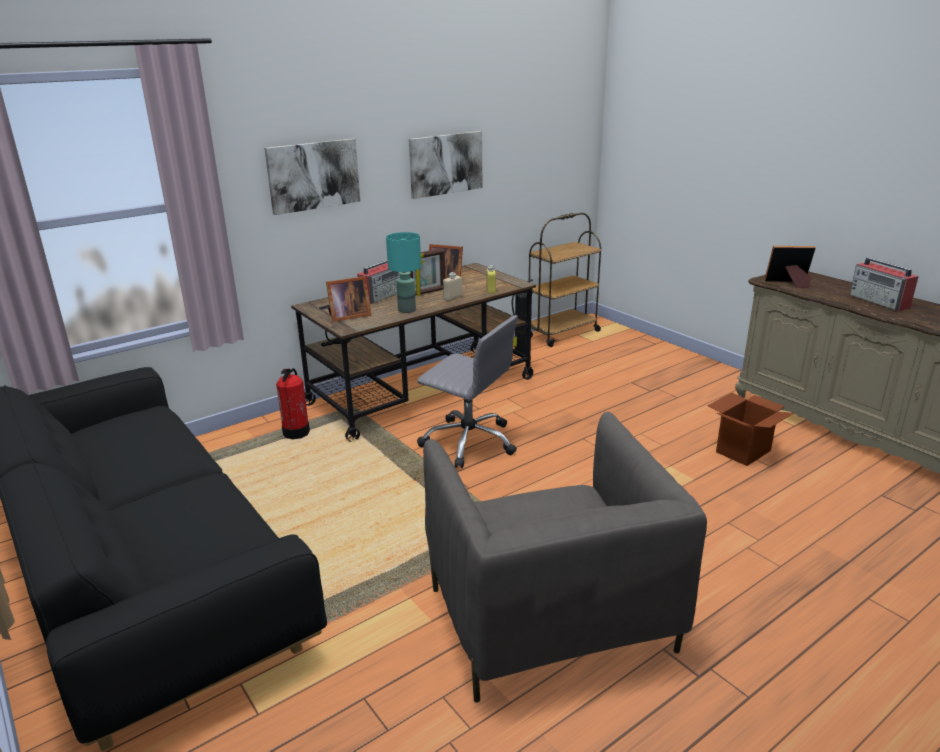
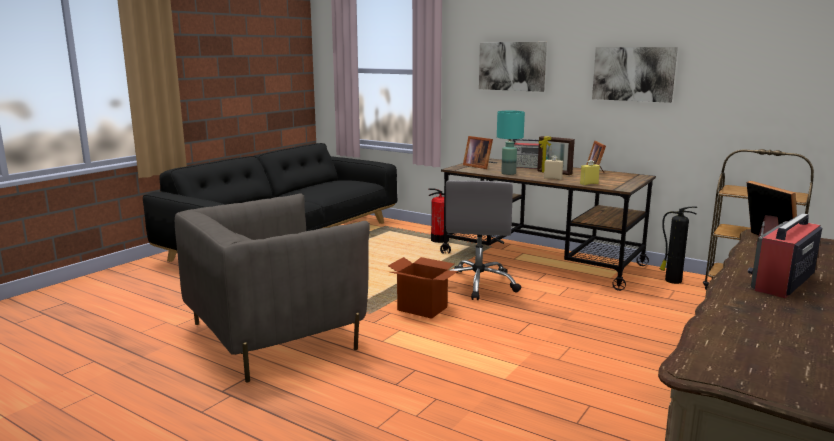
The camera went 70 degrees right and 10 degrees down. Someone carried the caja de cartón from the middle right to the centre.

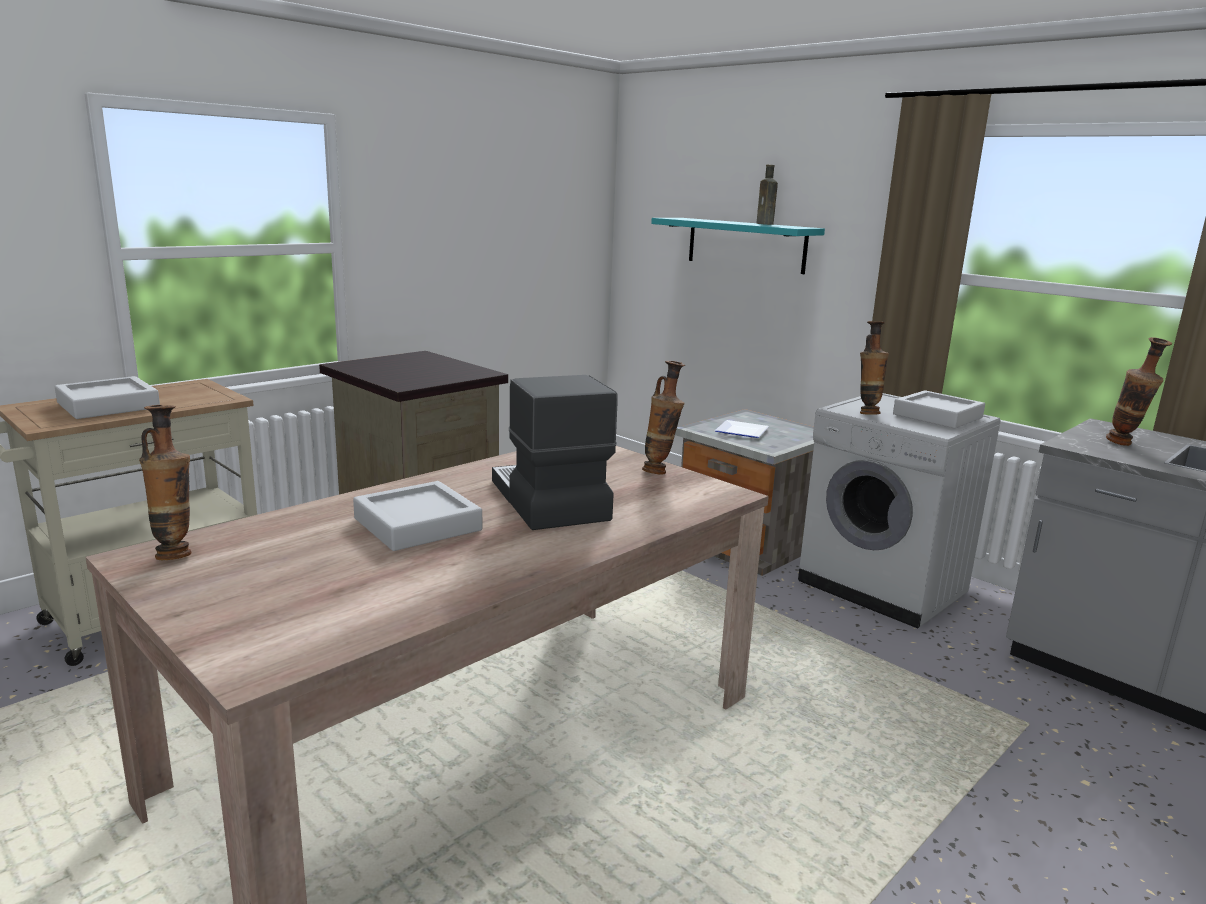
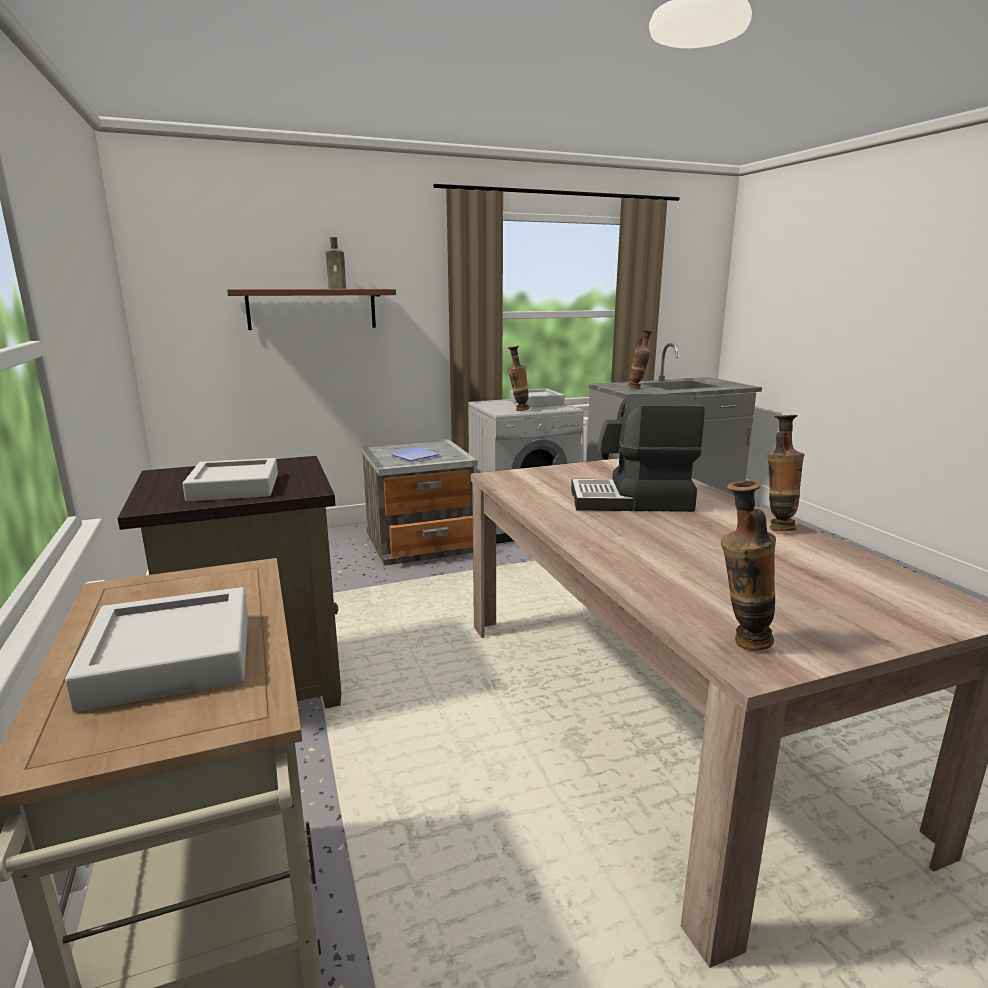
The camera went 65 degrees left and 0 degrees up. Someone carried the bandeja [gris] (no. 2 from left) from the centre to the middle left. Someone carried the florero (no. 2 from left in the first image) from the centre to the middle right. Someone repainted the estante [turquesa] at the top centre, which became the estante [marrón] at the top left.

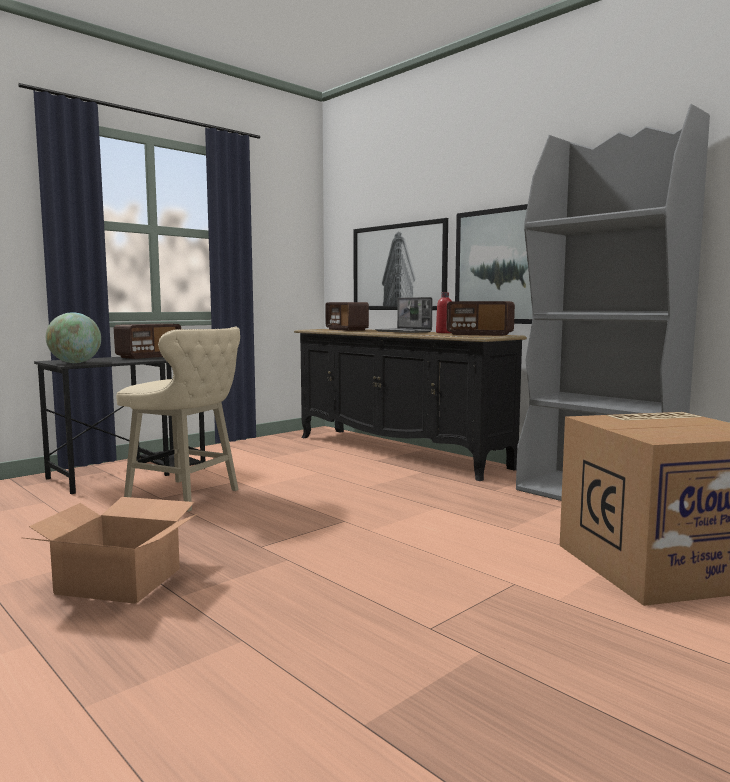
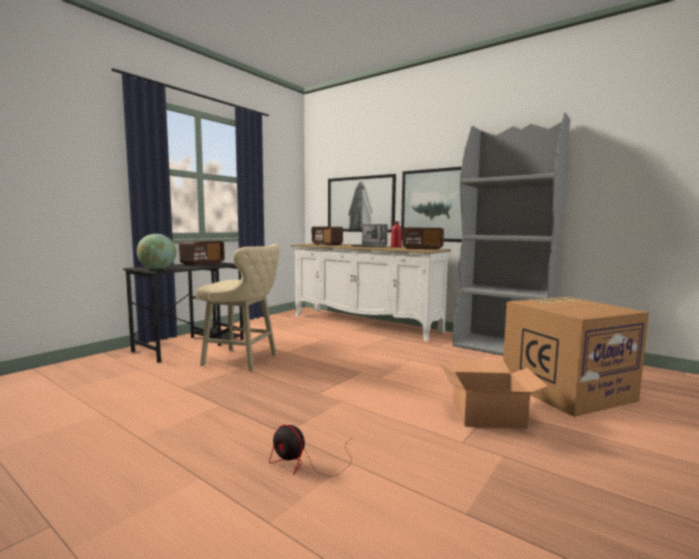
The camera went 10 degrees left and 0 degrees up. Someone carried the caja de cartón (no. 1 from left) from the bottom left to the bottom right. Someone repainted the armario [negro] at the centre, which became the armario [blanco] at the centre. Someone put down the ventilador at the bottom centre.

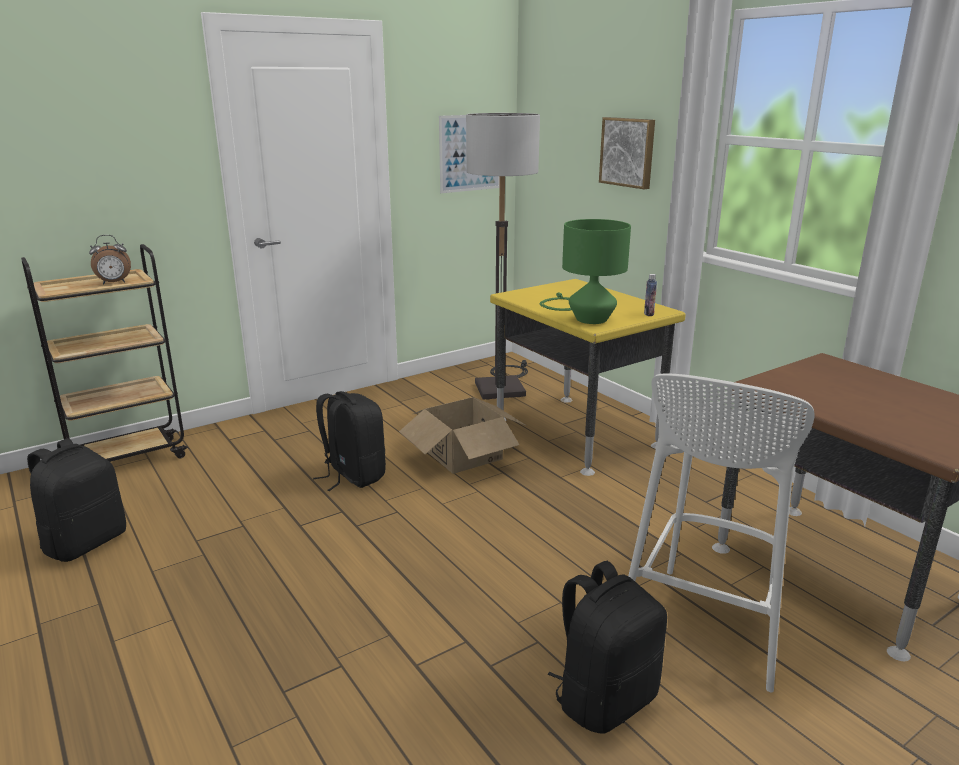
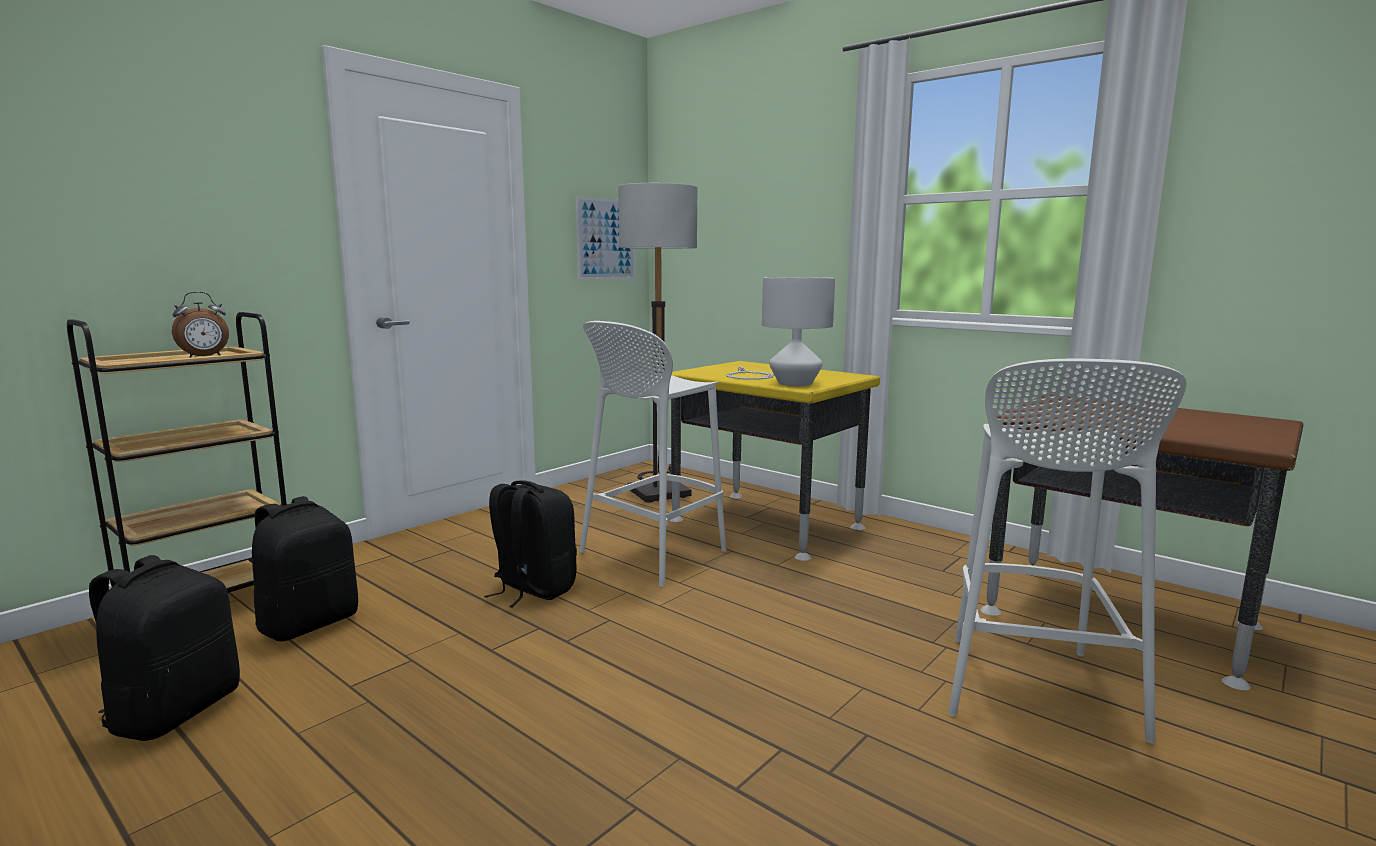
The camera went 15 degrees left and 10 degrees down. Someone swapped the caja de cartón at the centre for the taburete [blanco] (no. 1 from left) at the centre. Someone repainted the lámpara de mesa [verde] at the centre, which became the lámpara de mesa [blanco] at the centre. Someone carried the mochila [negro] (no. 3 from left in the first image) from the bottom centre to the bottom left. Someone took away the cuadro (no. 2 from left) at the top centre. Someone took away the botella at the middle right.

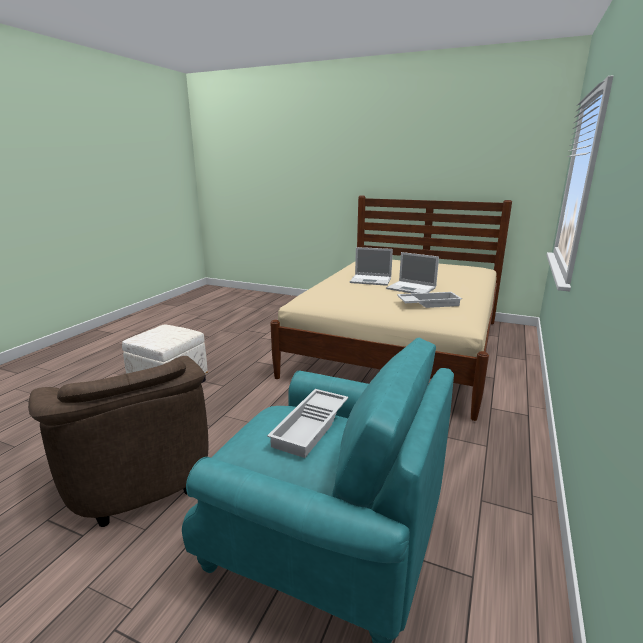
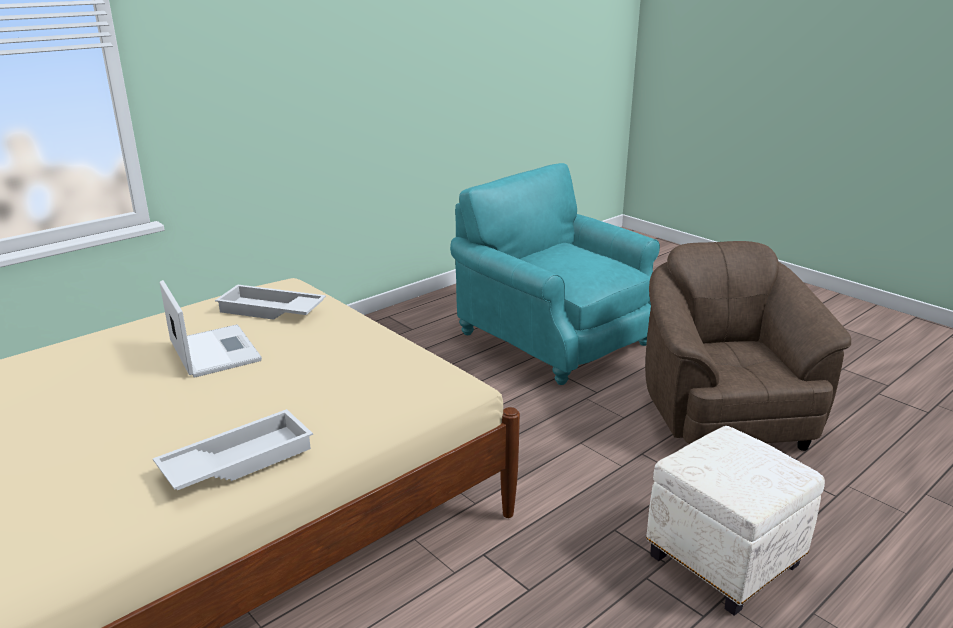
The camera went 155 degrees left and 5 degrees up. Someone carried the bandeja [blanco] (no. 1 from left) from the centre to the bottom left. Someone took away the portátil (no. 1 from left) at the centre.

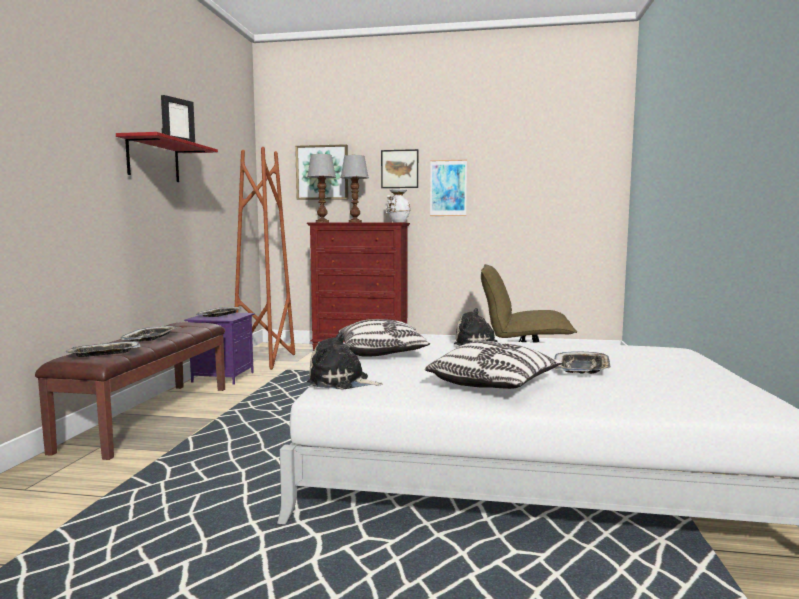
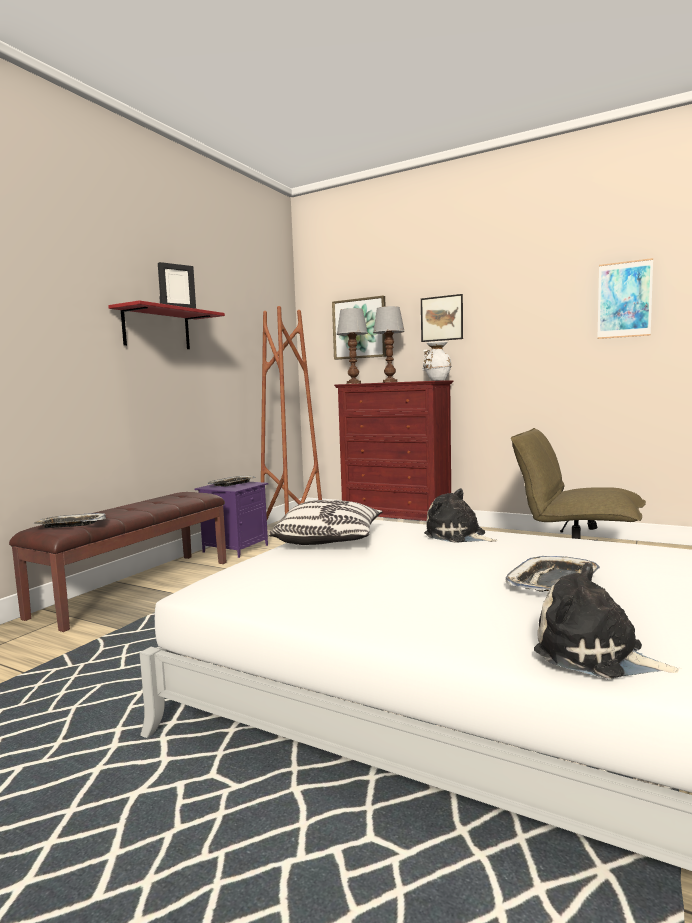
The camera went 20 degrees right and 0 degrees up. Someone took away the bandeja (no. 2 from left) at the middle left. Someone carried the peluche (no. 1 from left in the first image) from the centre to the bottom right. Someone took away the cojín (no. 2 from left) at the centre. Someone carried the cuadro (no. 3 from left) from the top centre to the top right.

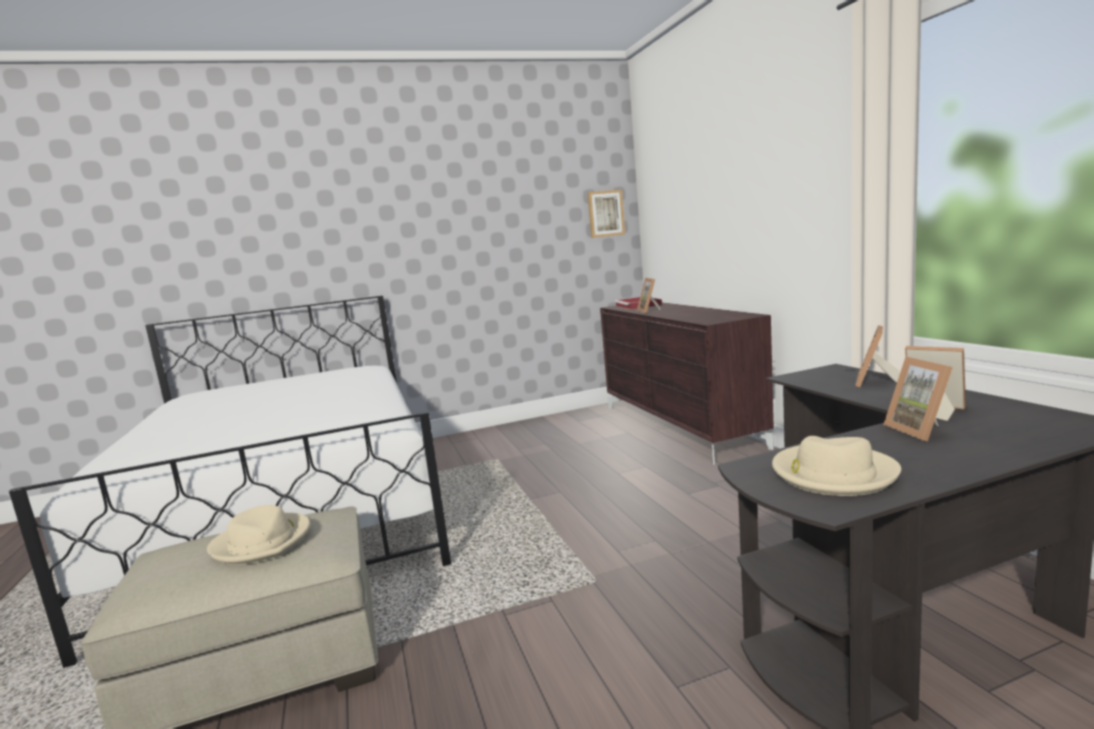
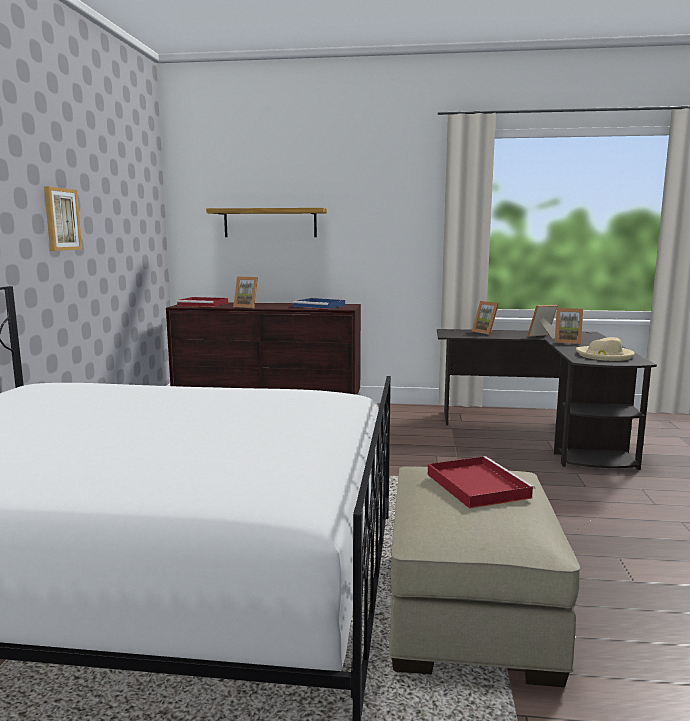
The camera went 65 degrees left and 0 degrees up. Someone swapped the sombrero [beis] (no. 1 from left) at the bottom left for the bandeja [rojo] (no. 2 from left) at the bottom right. Someone carried the cuadro from the top centre to the top left. Someone put up the estante at the top centre. Someone put down the bandeja [azul] at the centre.

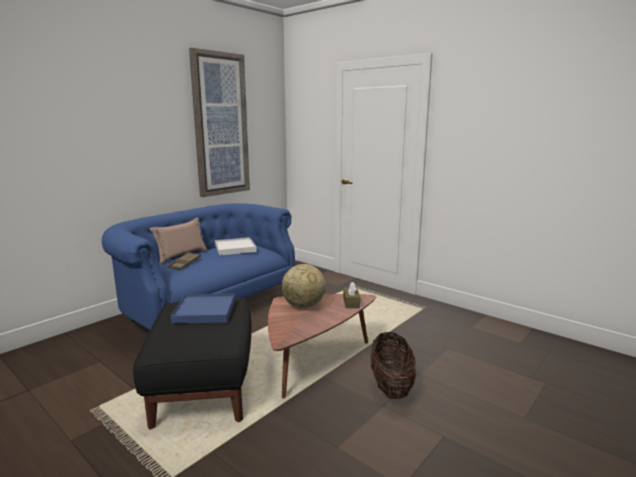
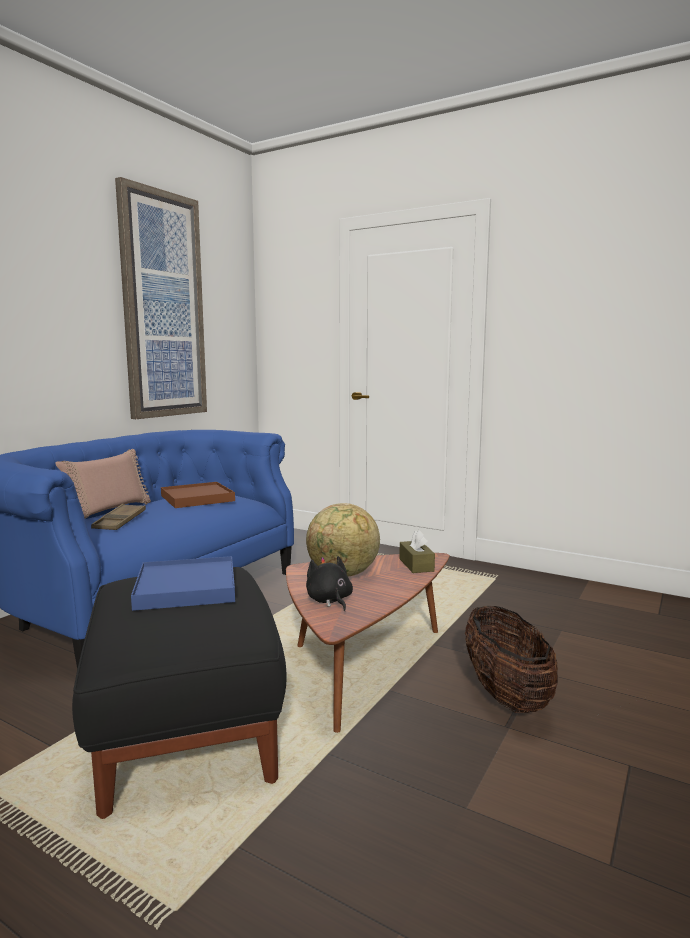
The camera went 10 degrees left and 5 degrees down. Someone repainted the bandeja [blanco] at the centre, which became the bandeja [marrón] (no. 2 from left) at the middle left. Someone put down the peluche [negro] at the centre.

